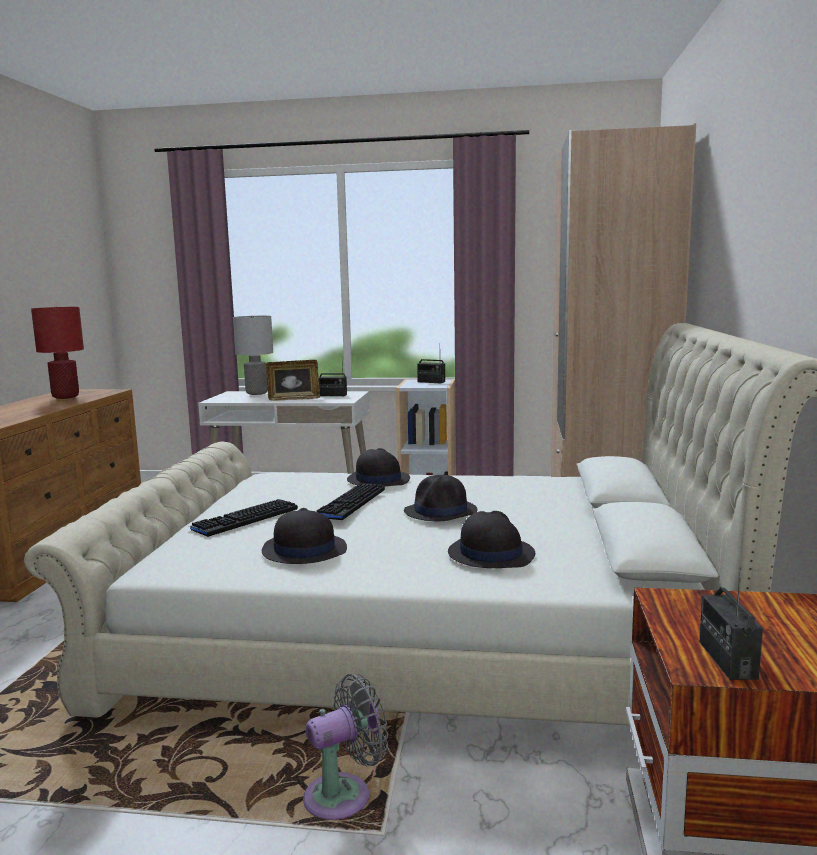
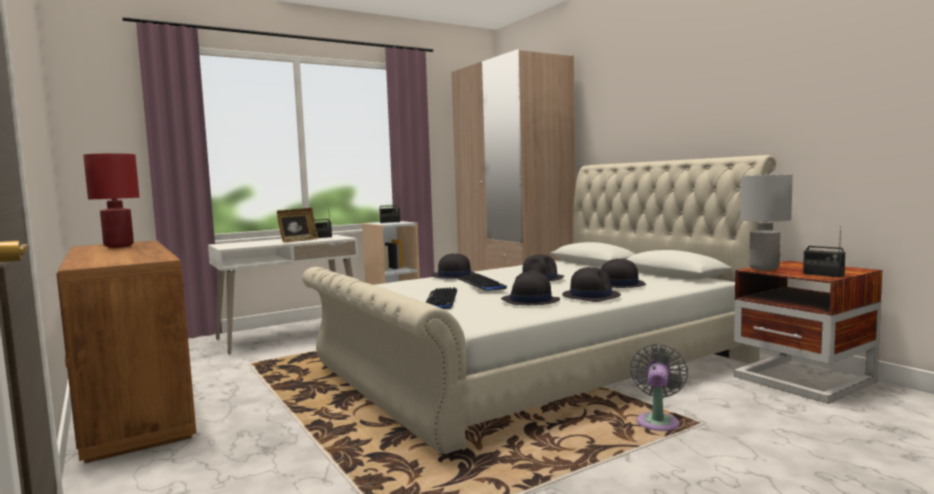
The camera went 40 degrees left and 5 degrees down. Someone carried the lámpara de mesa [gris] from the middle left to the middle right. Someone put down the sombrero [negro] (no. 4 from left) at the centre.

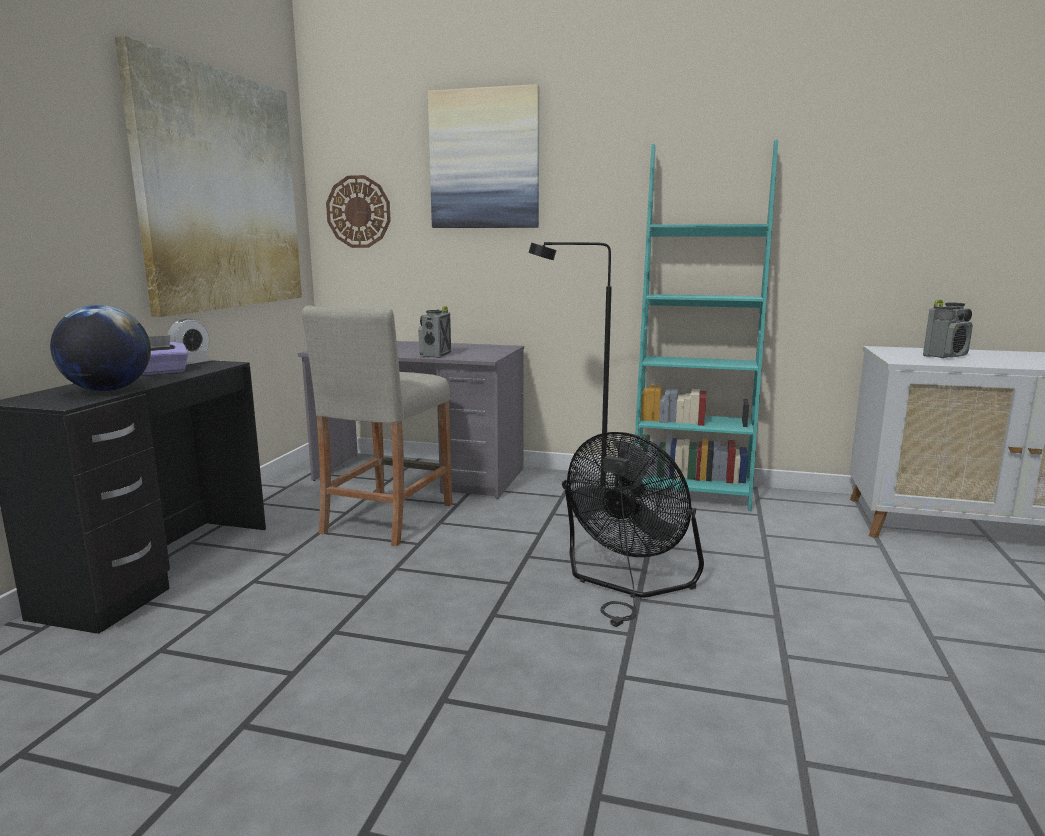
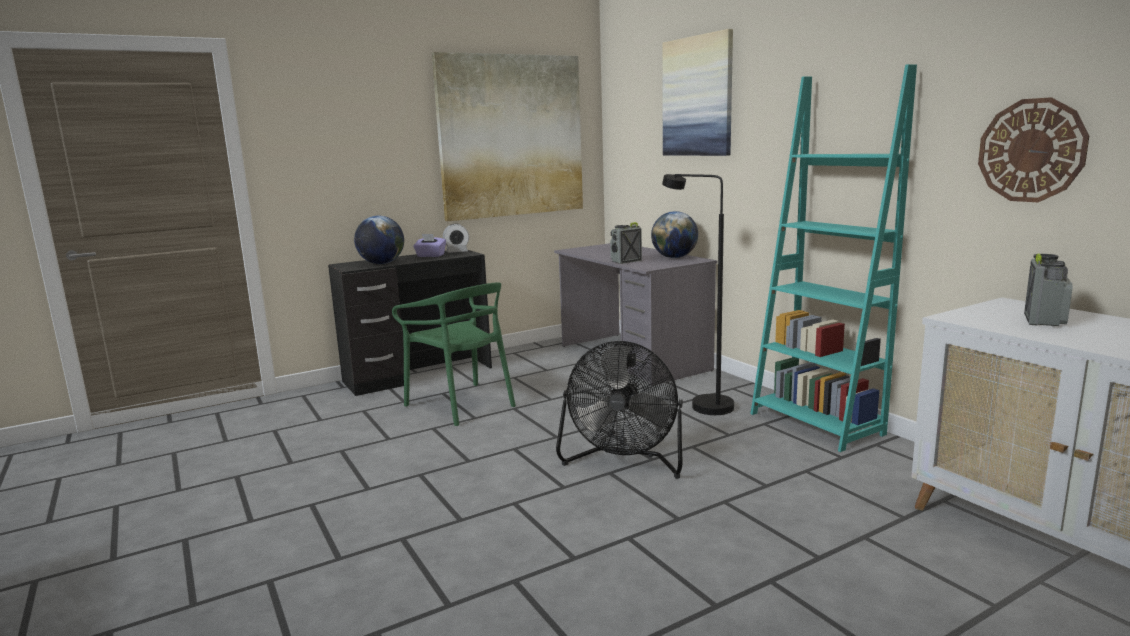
The camera went 45 degrees right and 0 degrees up. Someone took away the taburete [beis] at the centre. Someone carried the reloj de pared from the top centre to the top right. Someone rotated the ventilador [negro] at the centre by 120 degrees clockwise. Someone rotated the radio (no. 2 from left) at the middle right by 75 degrees counterclockwise. Someone put down the silla [verde] at the centre. Someone put down the globo terráqueo (no. 2 from left) at the centre.

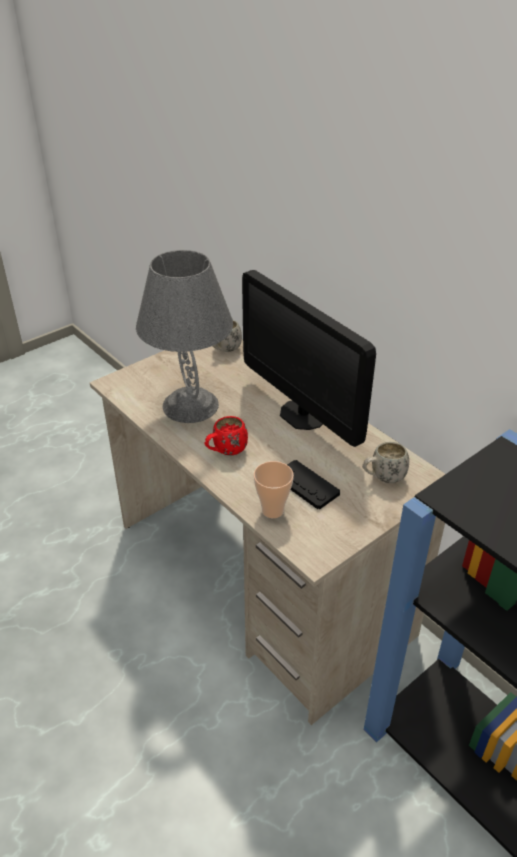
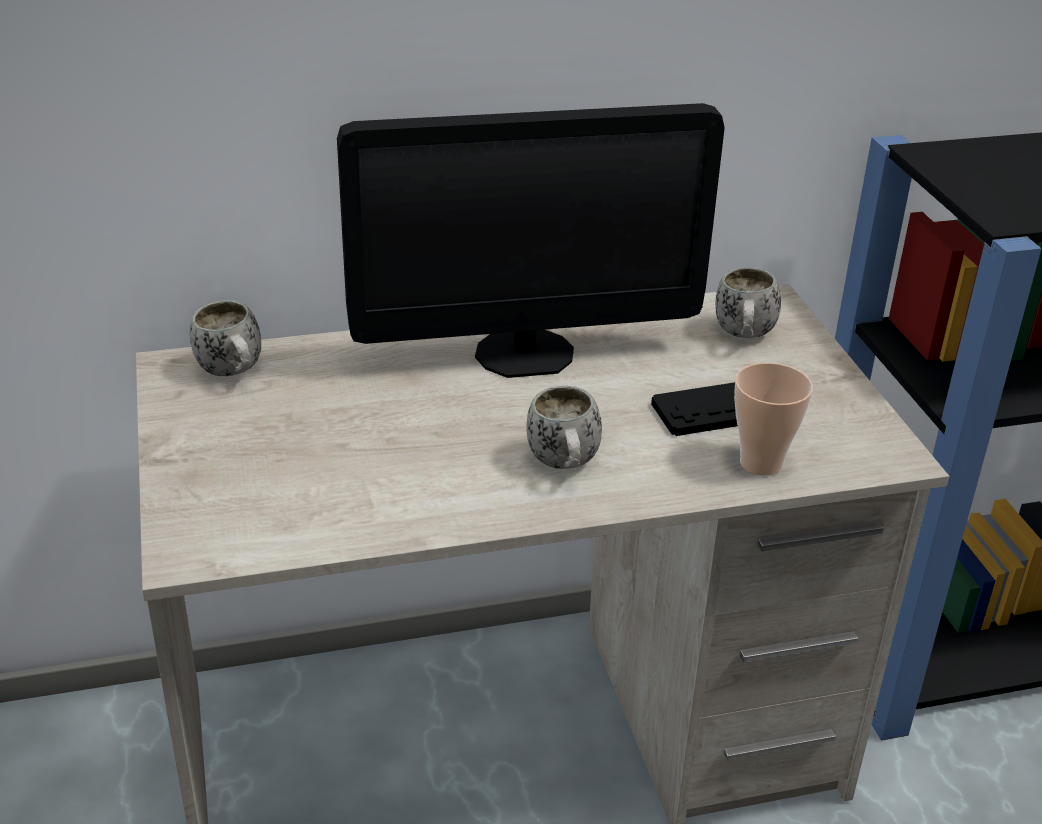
The camera went 65 degrees left and 5 degrees down. Someone took away the lámpara de mesa [gris] at the centre. Someone repainted the taza grande [rojo] at the centre, which became the taza grande [blanco] (no. 2 from left) at the centre.

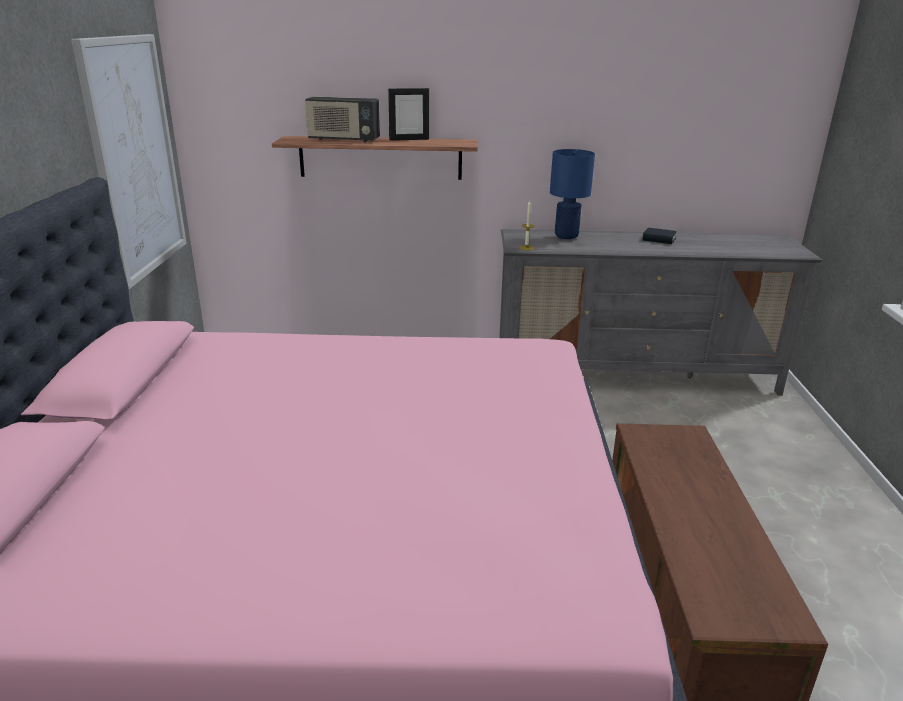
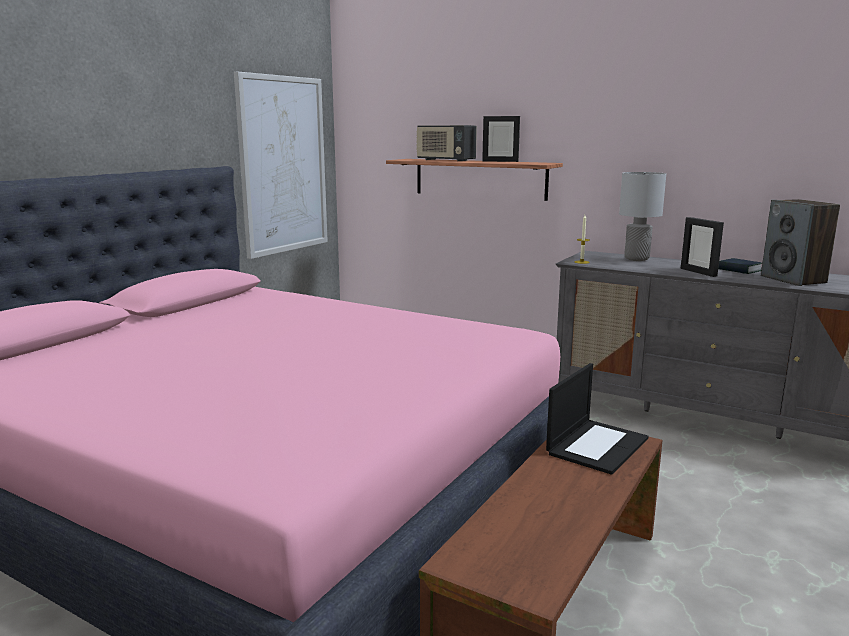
The camera went 30 degrees right and 10 degrees down. Someone repainted the lámpara de mesa [azul] at the top centre, which became the lámpara de mesa [gris] at the middle right. Someone put down the portátil at the middle right. Someone put down the portarretratos (no. 2 from left) at the middle right. Someone put down the altavoz at the middle right.

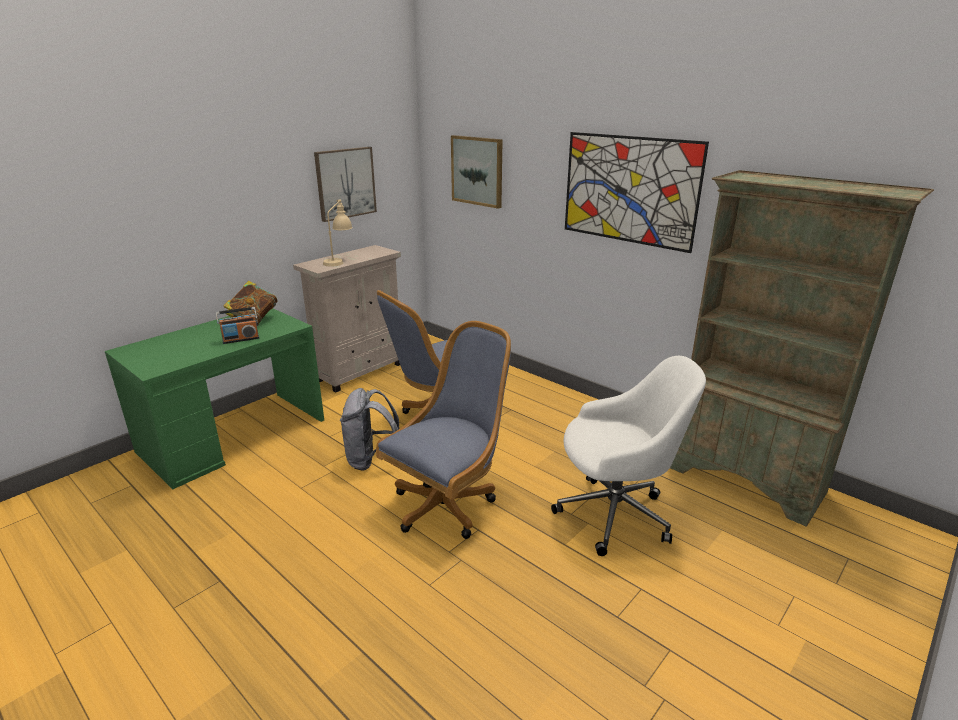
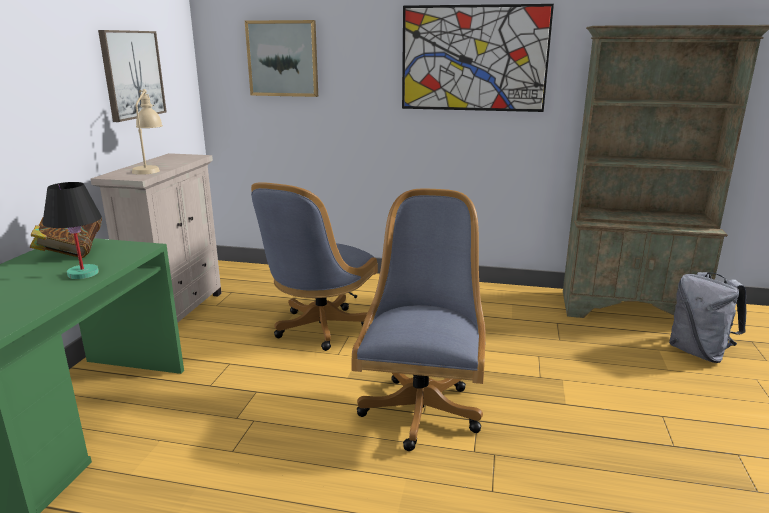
The camera went 30 degrees left and 5 degrees down. Someone swapped the radio at the middle left for the lámpara de mesa [negro] at the middle left. Someone carried the mochila [gris] from the centre to the middle right. Someone took away the silla de oficina [blanco] at the centre.

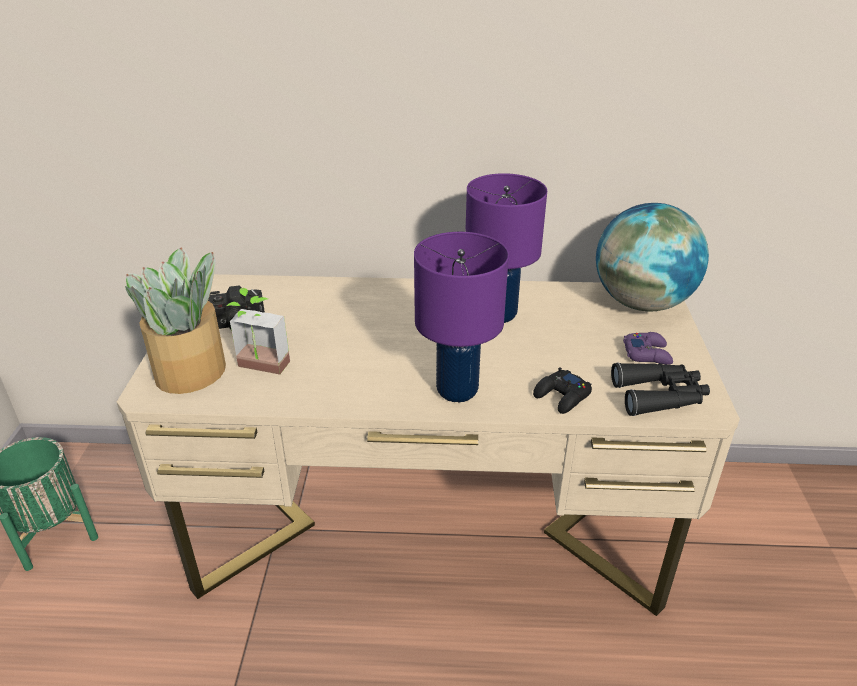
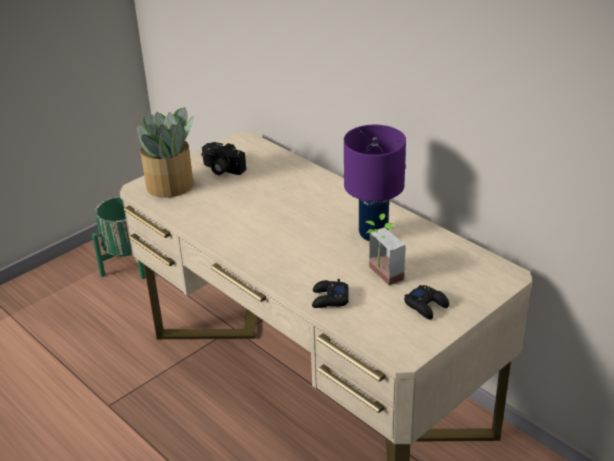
The camera went 45 degrees right and 0 degrees up. Someone carried the planta en maceta (no. 2 from left) from the middle left to the centre. Someone took away the lámpara de mesa [morado] (no. 1 from left) at the centre. Someone took away the globo terráqueo at the middle right. Someone took away the prismáticos [negro] at the middle right. Someone repainted the mando de consola [morado] at the middle right, which became the mando de consola [negro] (no. 2 from left) at the middle right.

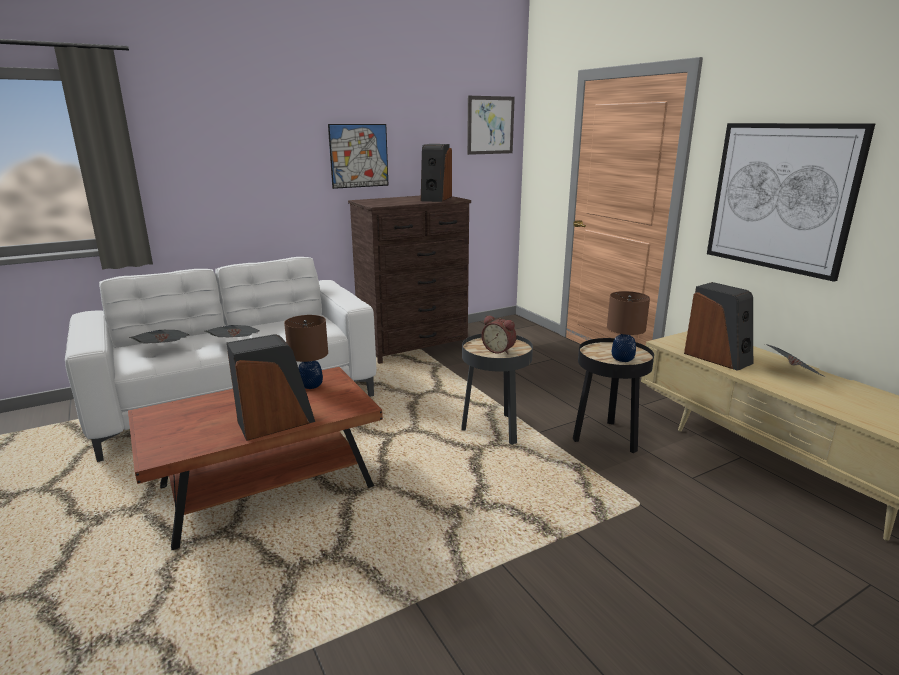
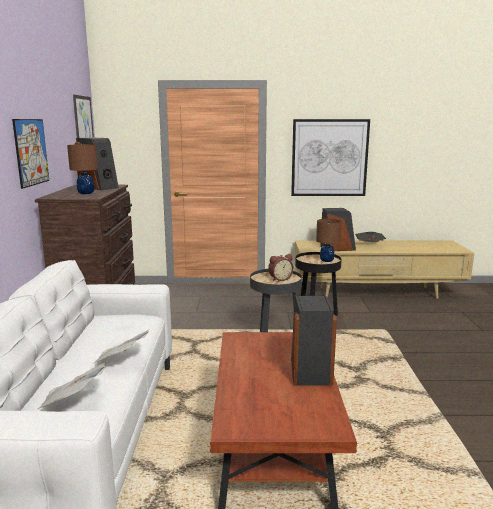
The camera went 60 degrees left and 5 degrees down. Someone carried the lámpara de mesa [marrón] (no. 1 from left) from the centre to the top left.

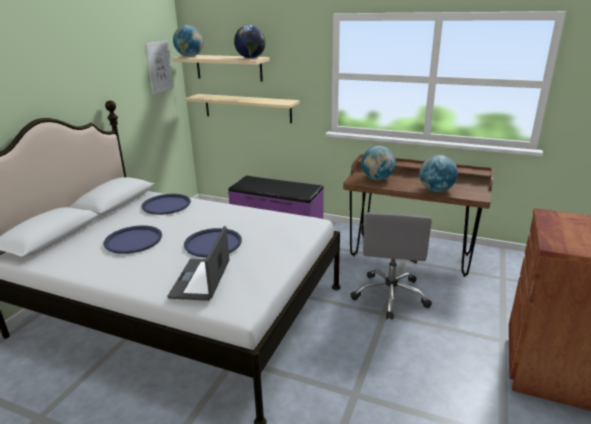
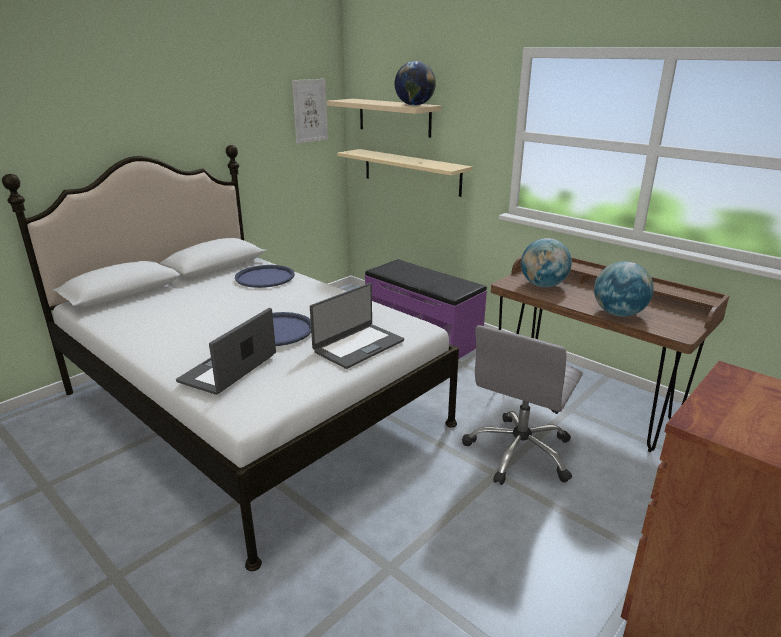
The camera went 20 degrees right and 0 degrees up. Someone took away the bandeja [azul] (no. 1 from left) at the middle left. Someone took away the globo terráqueo (no. 1 from left) at the top left. Someone put down the portátil (no. 2 from left) at the centre.

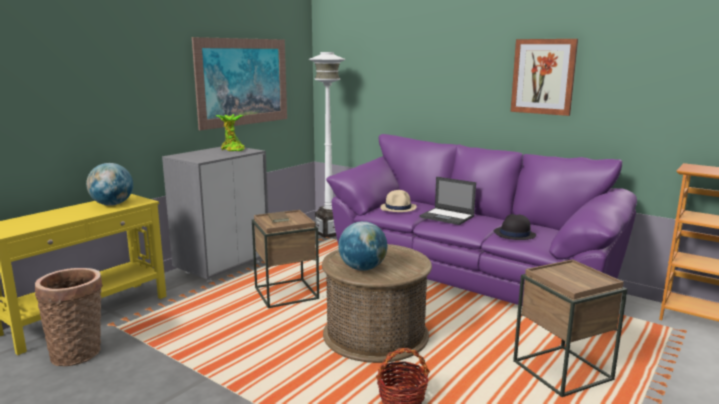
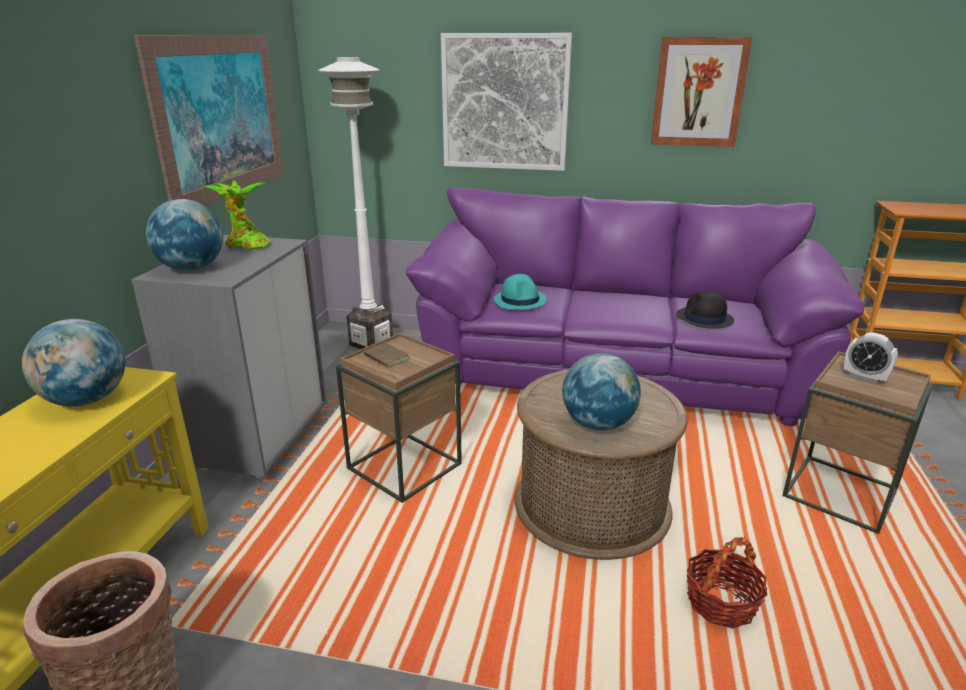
The camera went 25 degrees left and 10 degrees up. Someone repainted the sombrero [beis] at the centre, which became the sombrero [turquesa] at the centre. Someone took away the portátil at the centre. Someone put down the globo terráqueo (no. 2 from left) at the middle left. Someone put up the cuadro (no. 2 from left) at the top centre. Someone put down the despertador at the middle right.

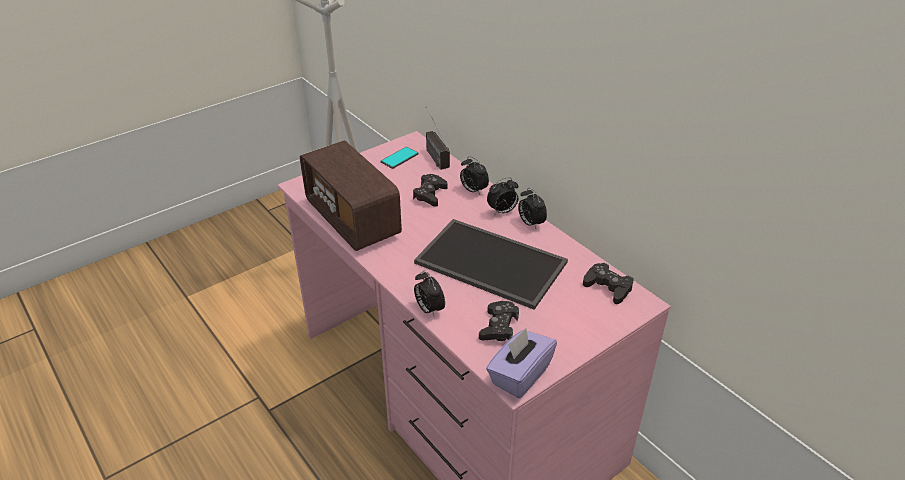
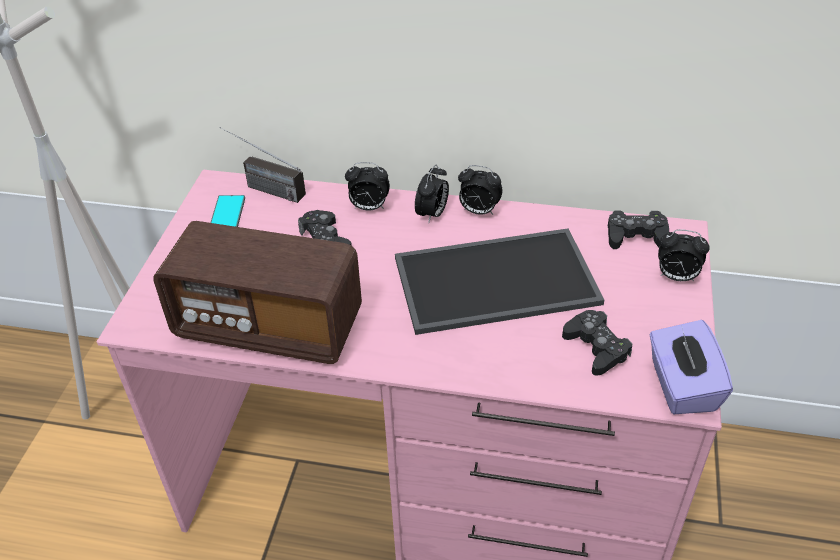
The camera went 40 degrees left and 5 degrees up. Someone carried the despertador (no. 1 from left in the first image) from the centre to the middle right.

